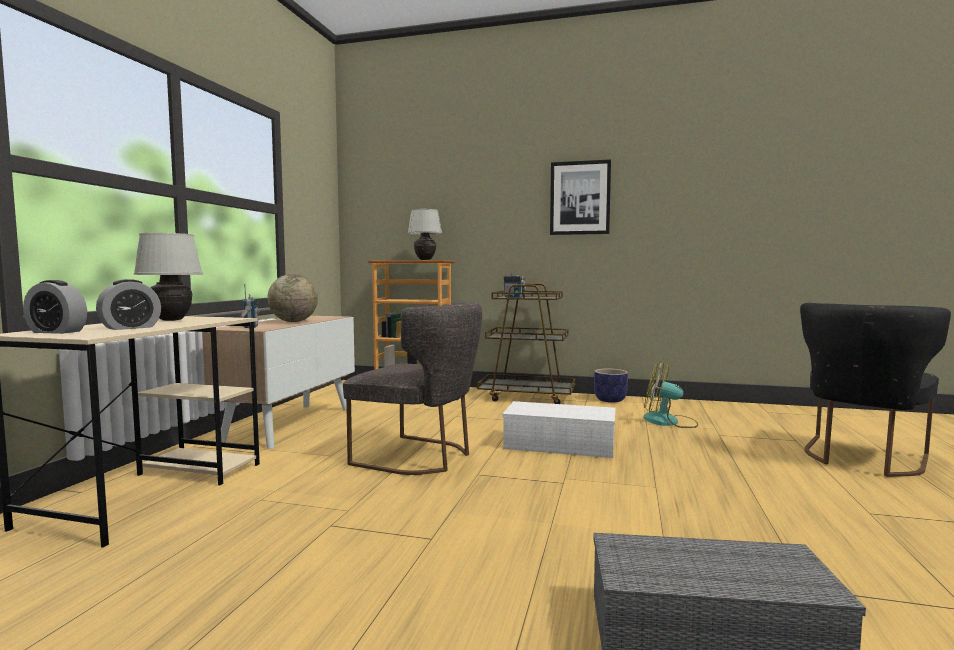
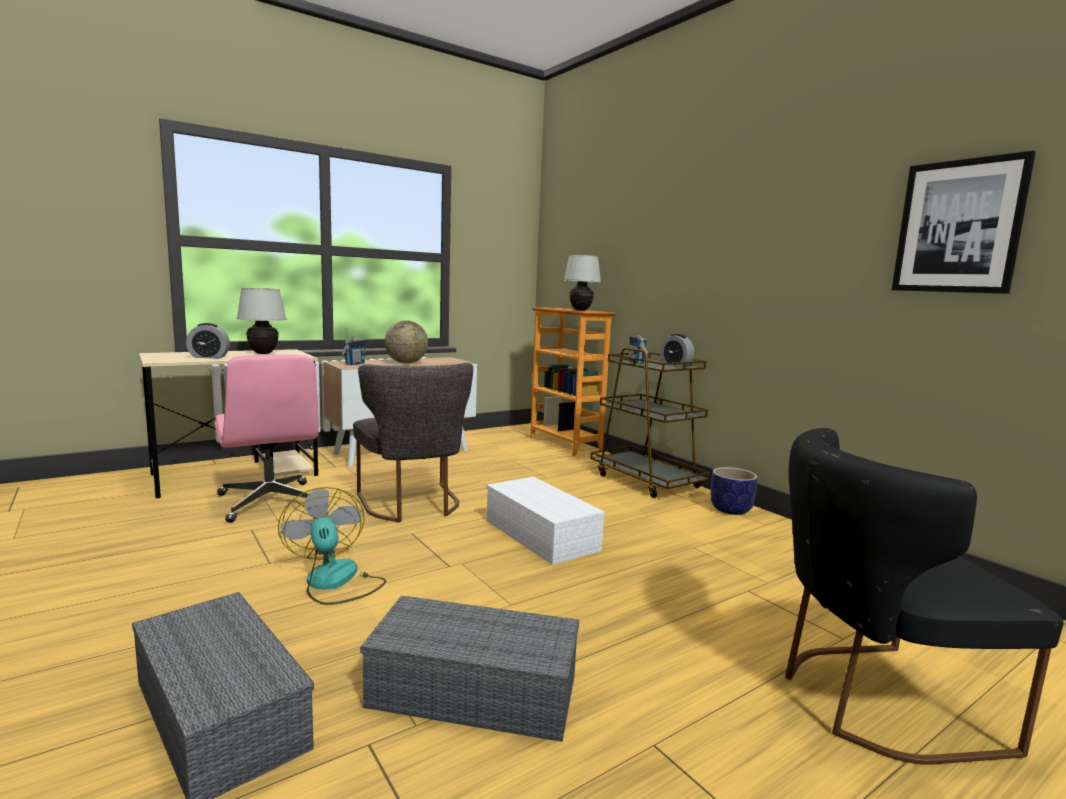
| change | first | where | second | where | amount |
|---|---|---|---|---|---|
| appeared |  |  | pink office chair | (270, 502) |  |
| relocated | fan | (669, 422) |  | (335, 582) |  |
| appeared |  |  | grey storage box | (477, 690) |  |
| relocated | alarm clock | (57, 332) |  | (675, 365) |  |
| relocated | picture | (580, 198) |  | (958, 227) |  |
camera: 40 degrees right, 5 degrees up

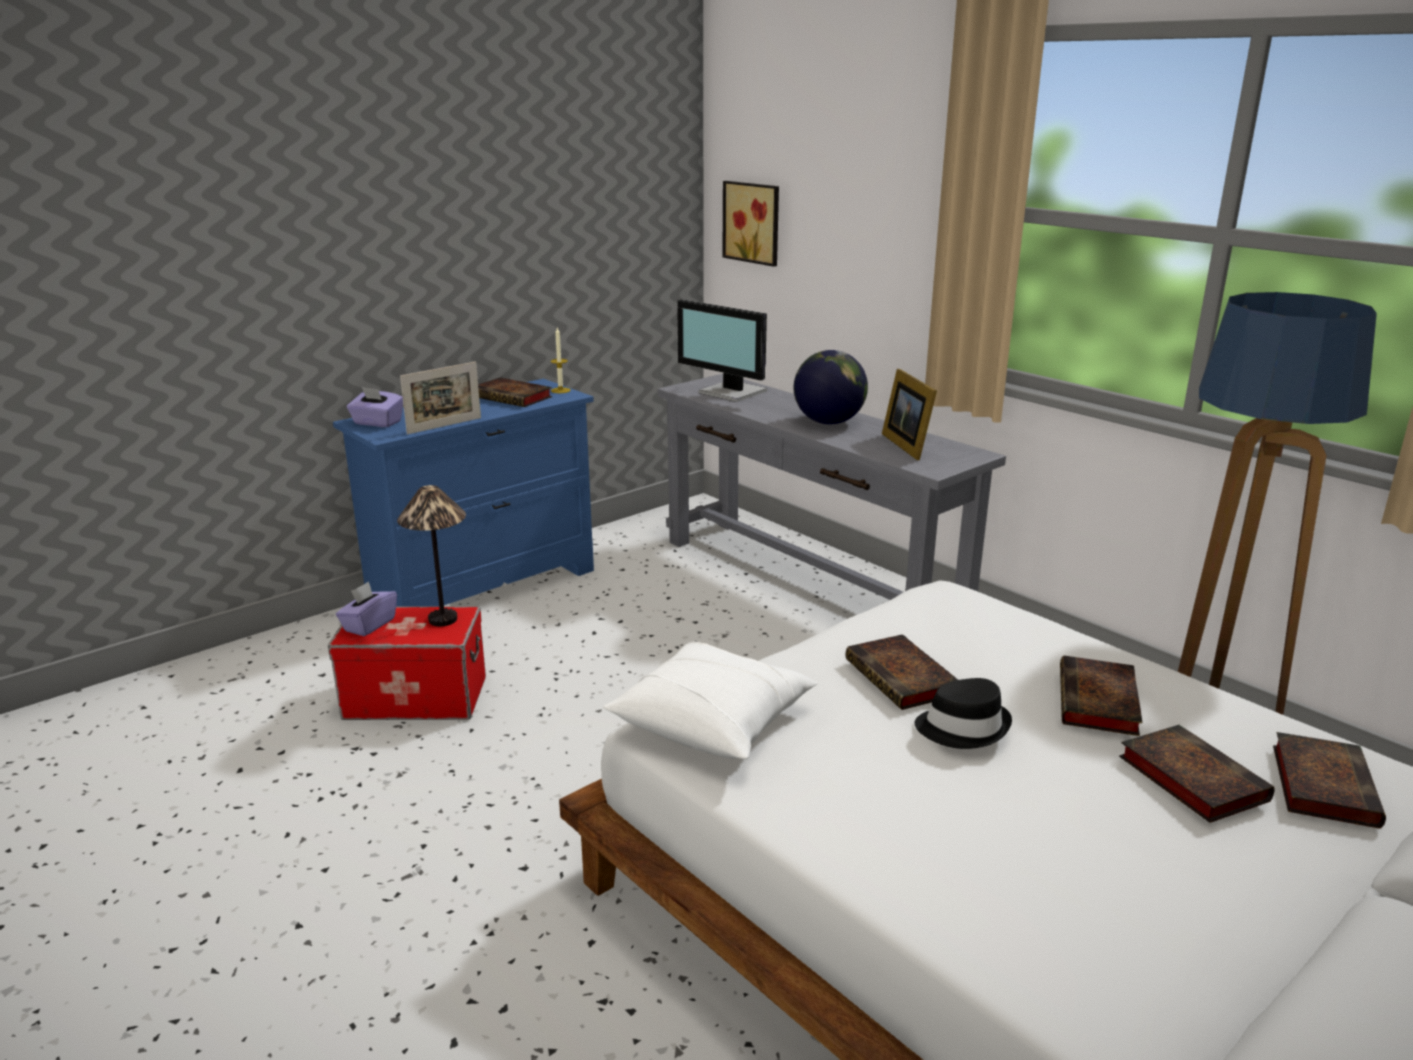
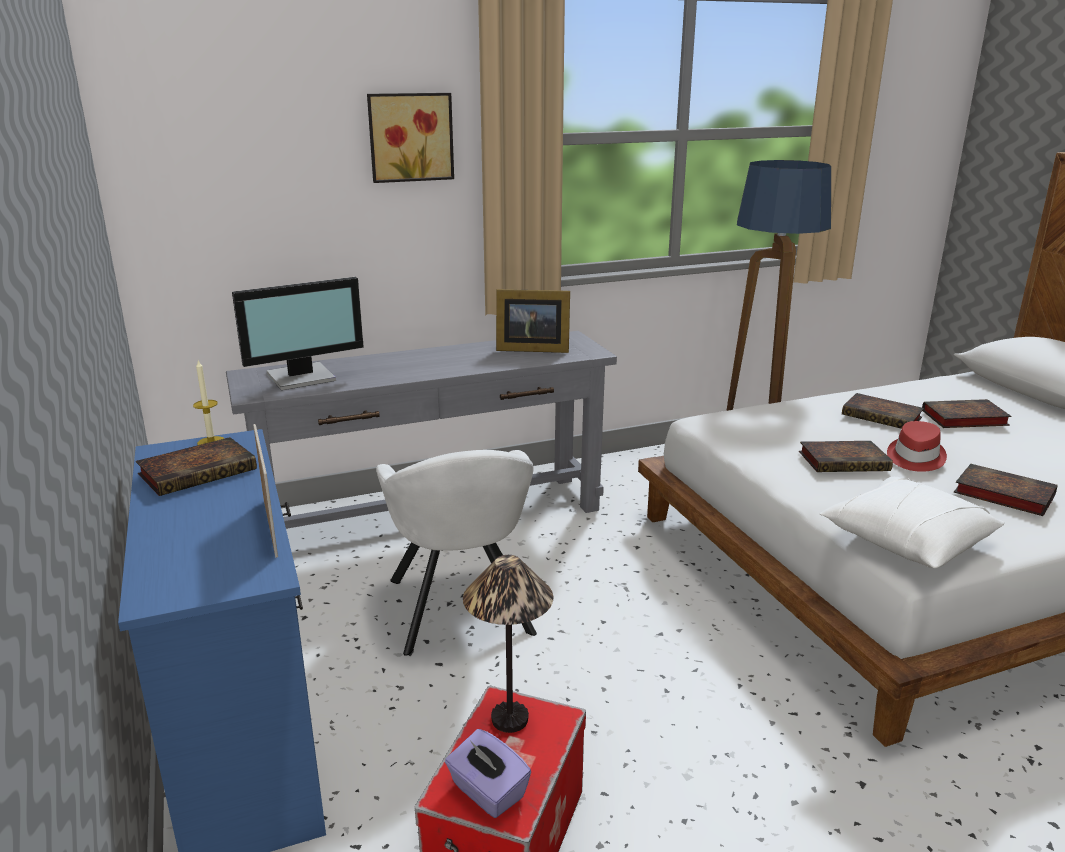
| change | first | where | second | where | amount |
|---|---|---|---|---|---|
| relocated | picture | (753, 222) |  | (410, 137) |  |
| appeared |  |  | white armchair | (461, 611) |  |
| colour | black hat | (963, 727) | red hat | (914, 458) |  |
| relocated | book | (1321, 784) |  | (1001, 494) |  |
| missing | purple tissue box | (377, 423) |  |  |  |
| missing | globe | (828, 422) |  |  |  |
camera: 70 degrees left, 0 degrees up

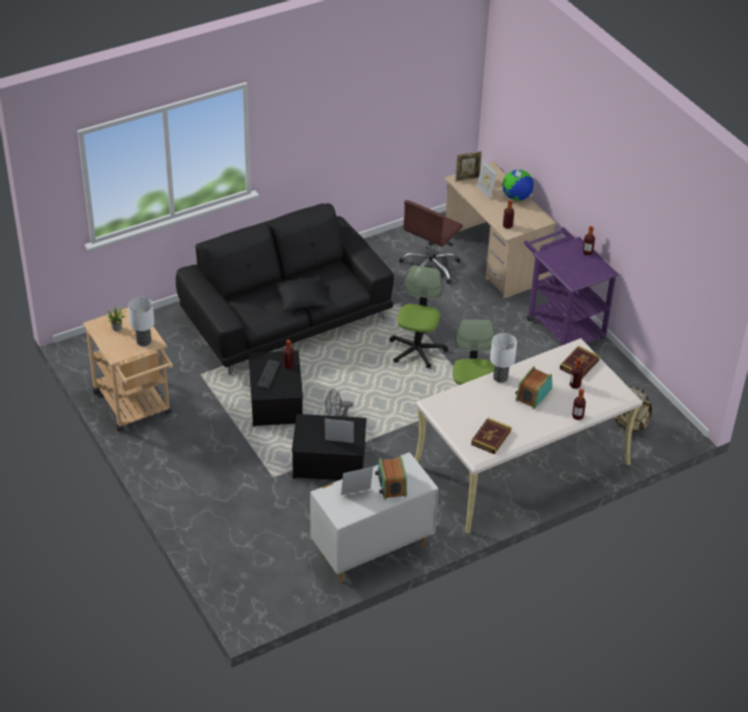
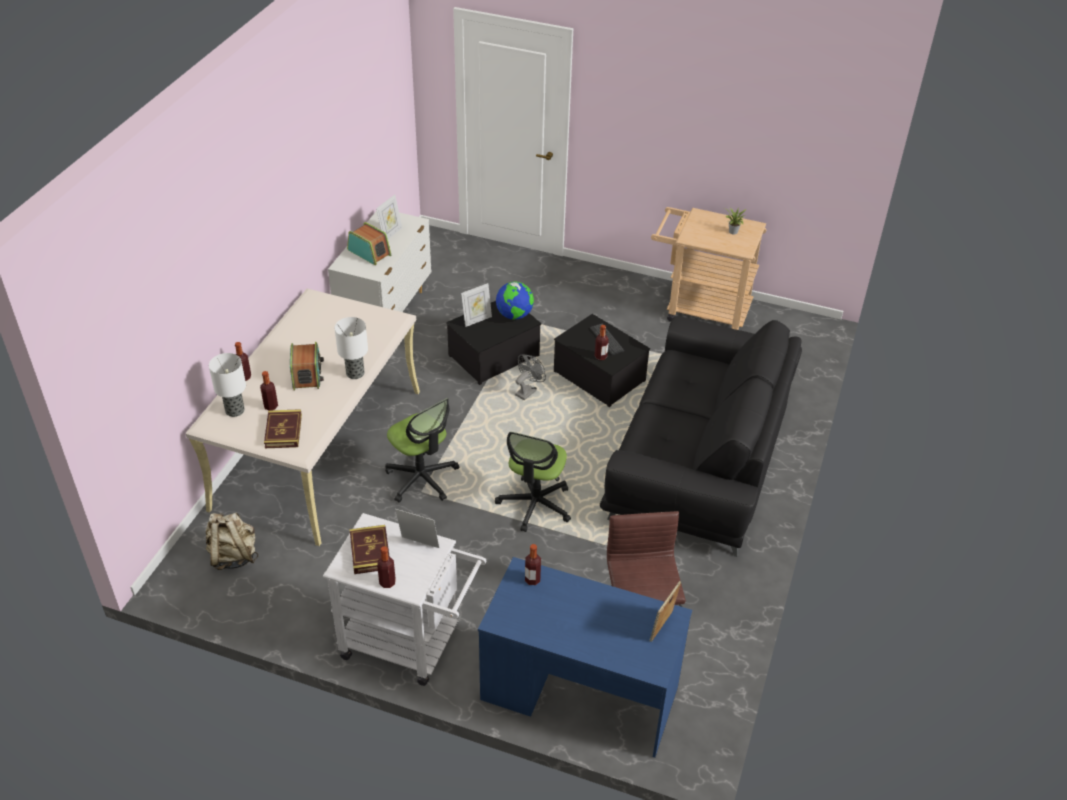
| change | first | where | second | where | amount |
|---|---|---|---|---|---|
| relocated | table lamp | (143, 341) |  | (235, 410) |  |
| colour | purple cart | (561, 324) | white cart | (410, 644) |  |
| relocated | book | (491, 438) |  | (370, 551) |  |
| relocated | picture frame | (485, 192) |  | (418, 545) |  |
| colour | beige desk | (494, 259) | blue desk | (579, 693) |  |
| spun | office chair | (417, 350) |  | (535, 504) | 45 degrees clockwise |
| relocated | globe | (516, 197) |  | (514, 315) |  |
| missing | black pillow | (301, 299) |  |  |  |
camera: 140 degrees right, 0 degrees up

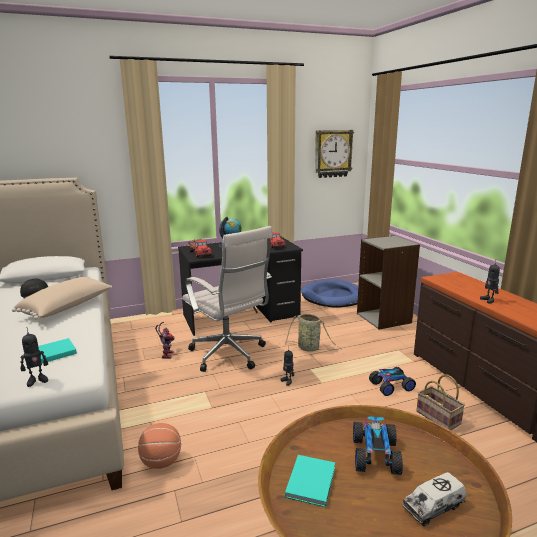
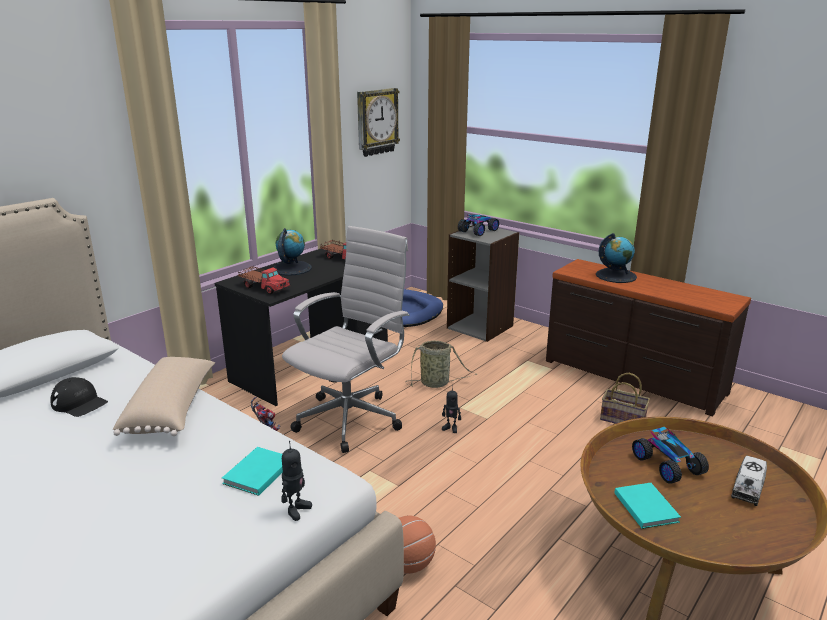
| change | first | where | second | where | amount |
|---|---|---|---|---|---|
| spun | white office chair | (229, 355) |  | (352, 418) | 75 degrees counterclockwise |
| relocated | toy car | (391, 386) |  | (478, 231) |  |
| appeared |  |  | globe | (616, 276) |  |
| missing | toy robot | (488, 300) |  |  |  |
camera: 30 degrees left, 5 degrees up

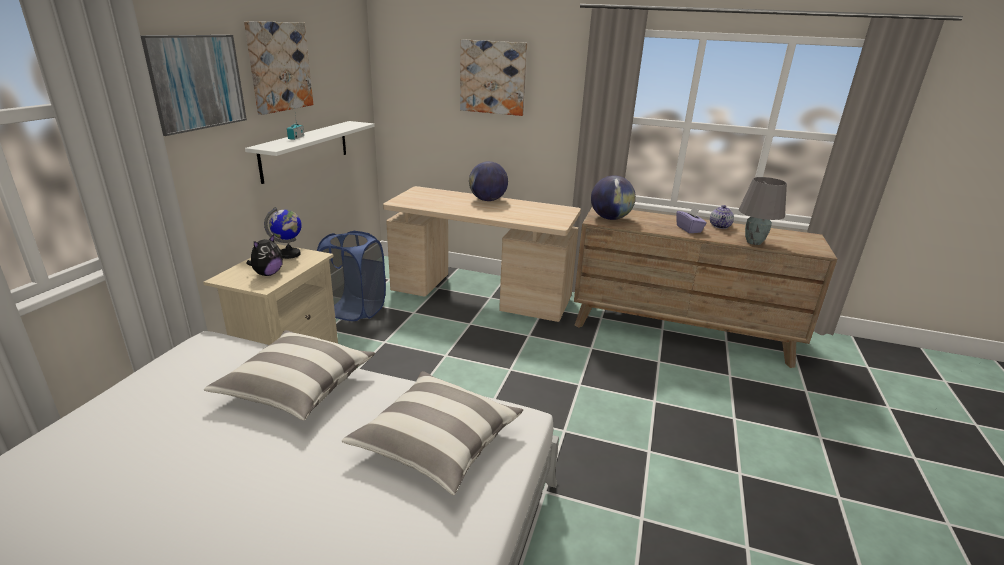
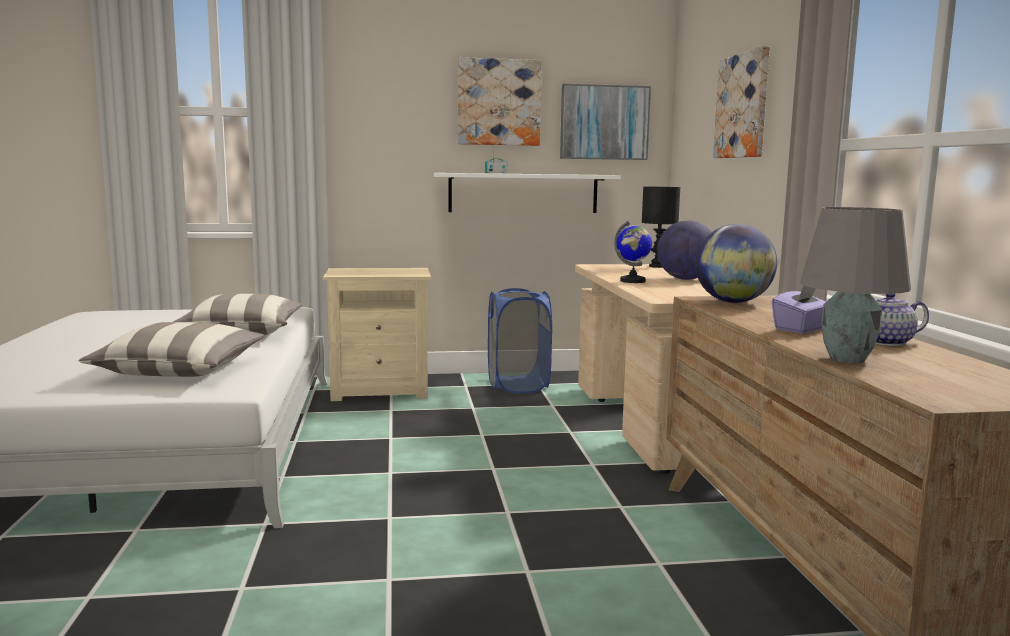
| change | first | where | second | where | amount |
|---|---|---|---|---|---|
| relocated | picture | (195, 82) |  | (604, 122) |  |
| relocated | globe | (289, 254) |  | (632, 281) |  |
| appeared |  |  | black table lamp | (658, 266) |  |
| missing | plush toy | (267, 274) |  |  |  |
camera: 65 degrees right, 15 degrees down

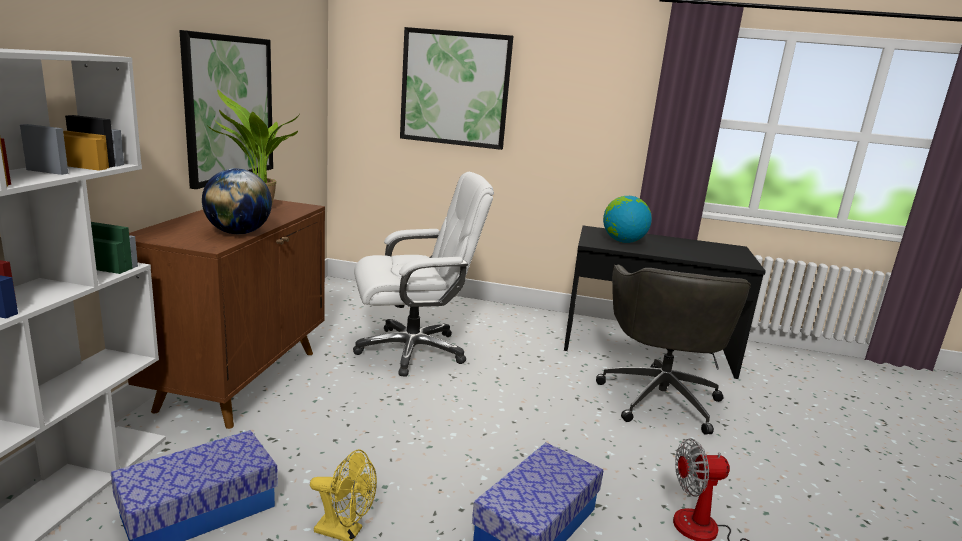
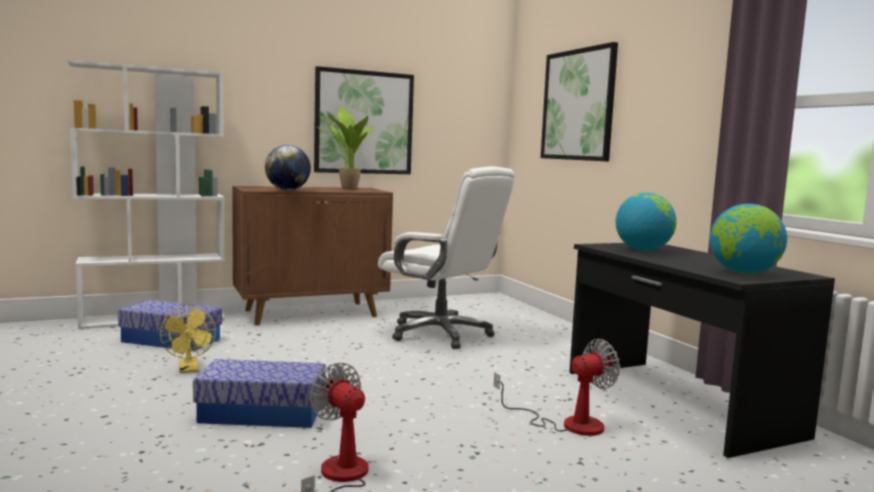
| change | first | where | second | where | amount |
|---|---|---|---|---|---|
| exchanged | grey office chair | (659, 398) | fan | (568, 424) |  |
| appeared |  |  | globe | (743, 273) |  |
camera: 55 degrees right, 10 degrees down

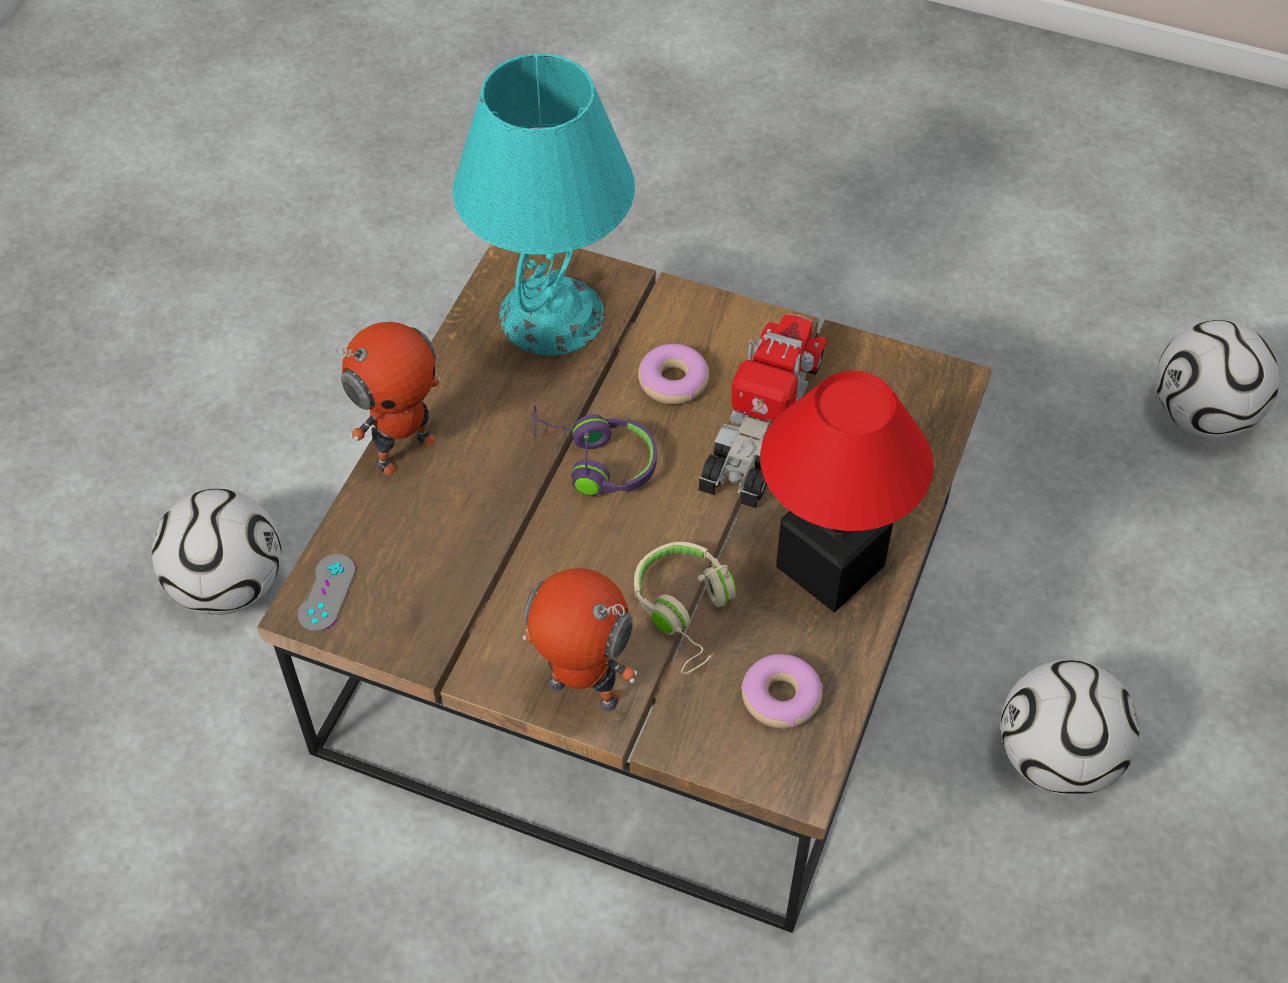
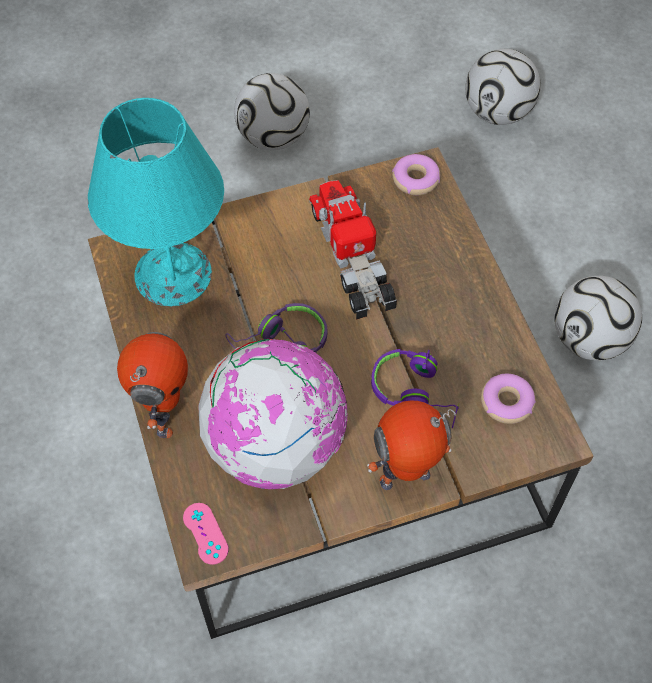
| change | first | where | second | where | amount |
|---|---|---|---|---|---|
| colour | grey game controller | (327, 593) | pink game controller | (205, 533) |  |
| appeared |  |  | globe | (276, 445) |  |
| relocated | football | (228, 585) |  | (272, 137) |  |
| colour | beige headphones | (686, 611) | purple headphones | (415, 392) |  |
| relocated | donut | (673, 381) |  | (415, 179) |  |
| missing | table lamp | (831, 563) |  |  |  |
camera: 40 degrees left, 5 degrees up

